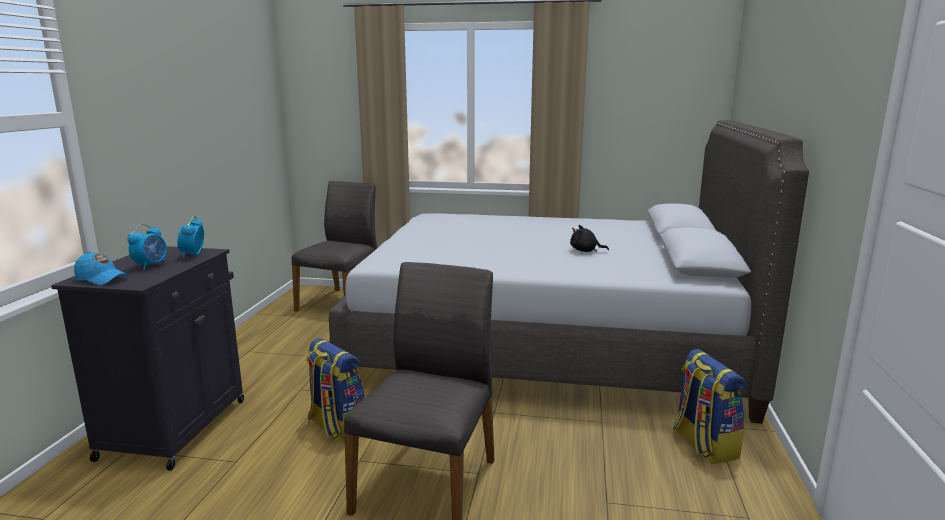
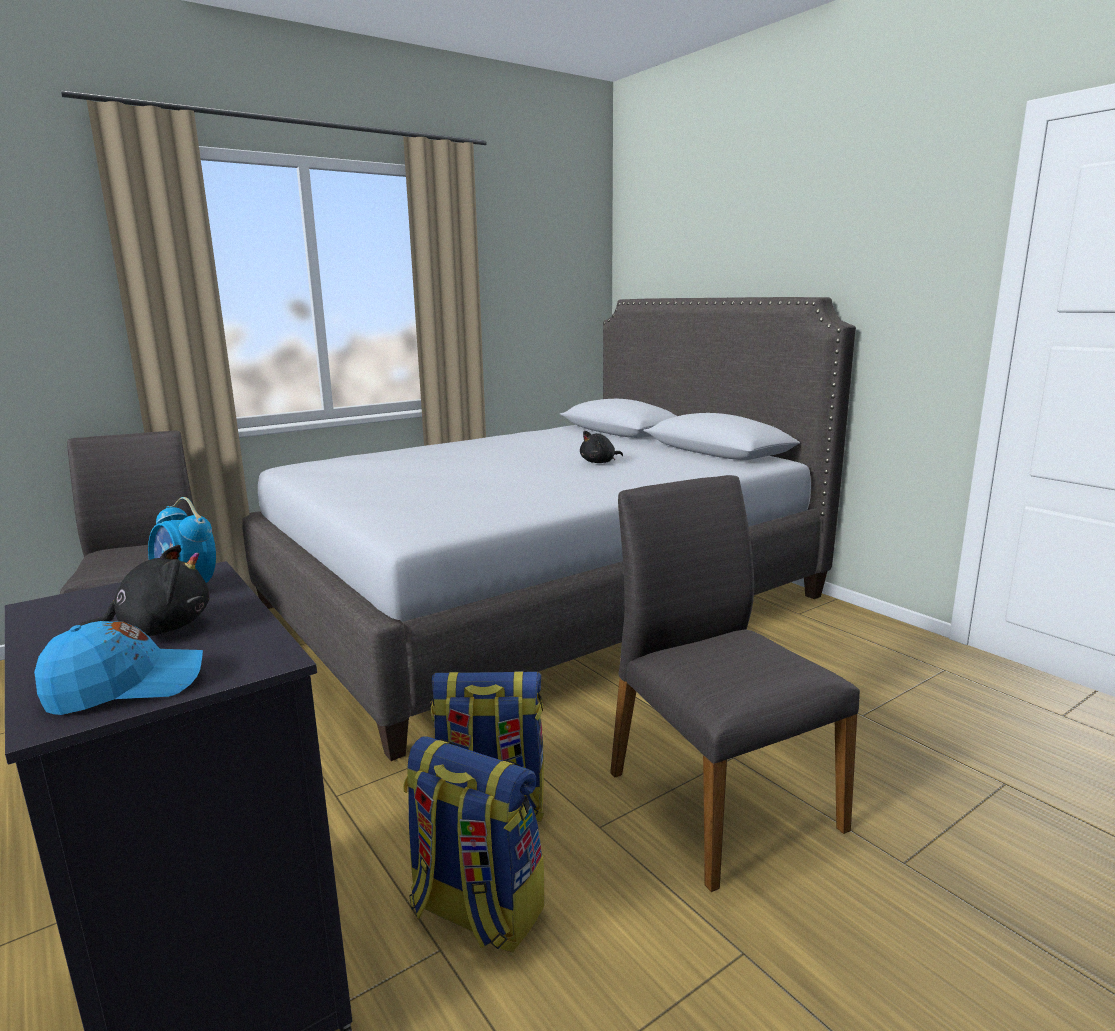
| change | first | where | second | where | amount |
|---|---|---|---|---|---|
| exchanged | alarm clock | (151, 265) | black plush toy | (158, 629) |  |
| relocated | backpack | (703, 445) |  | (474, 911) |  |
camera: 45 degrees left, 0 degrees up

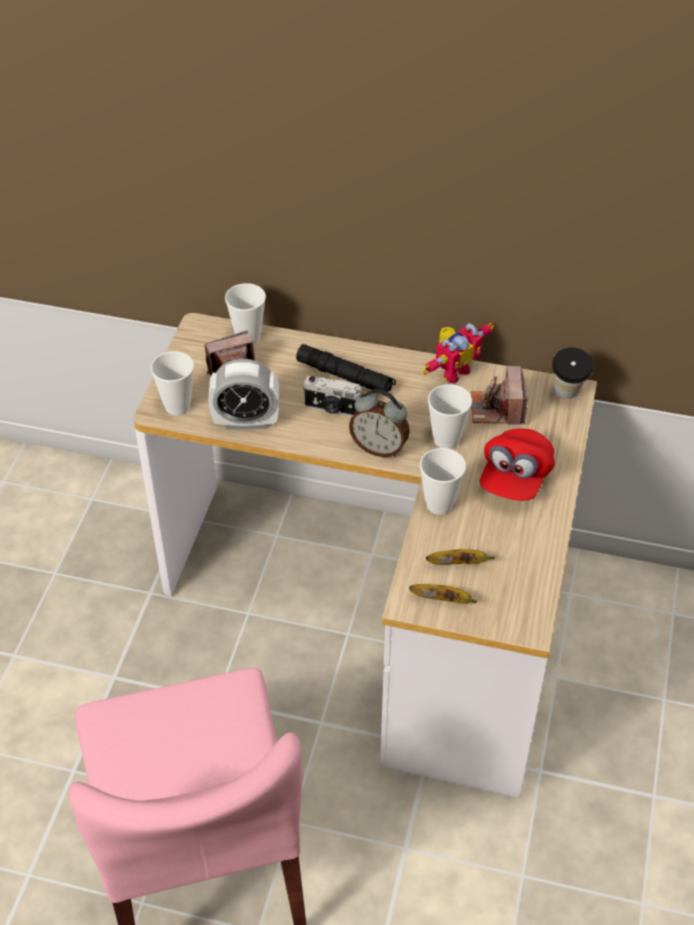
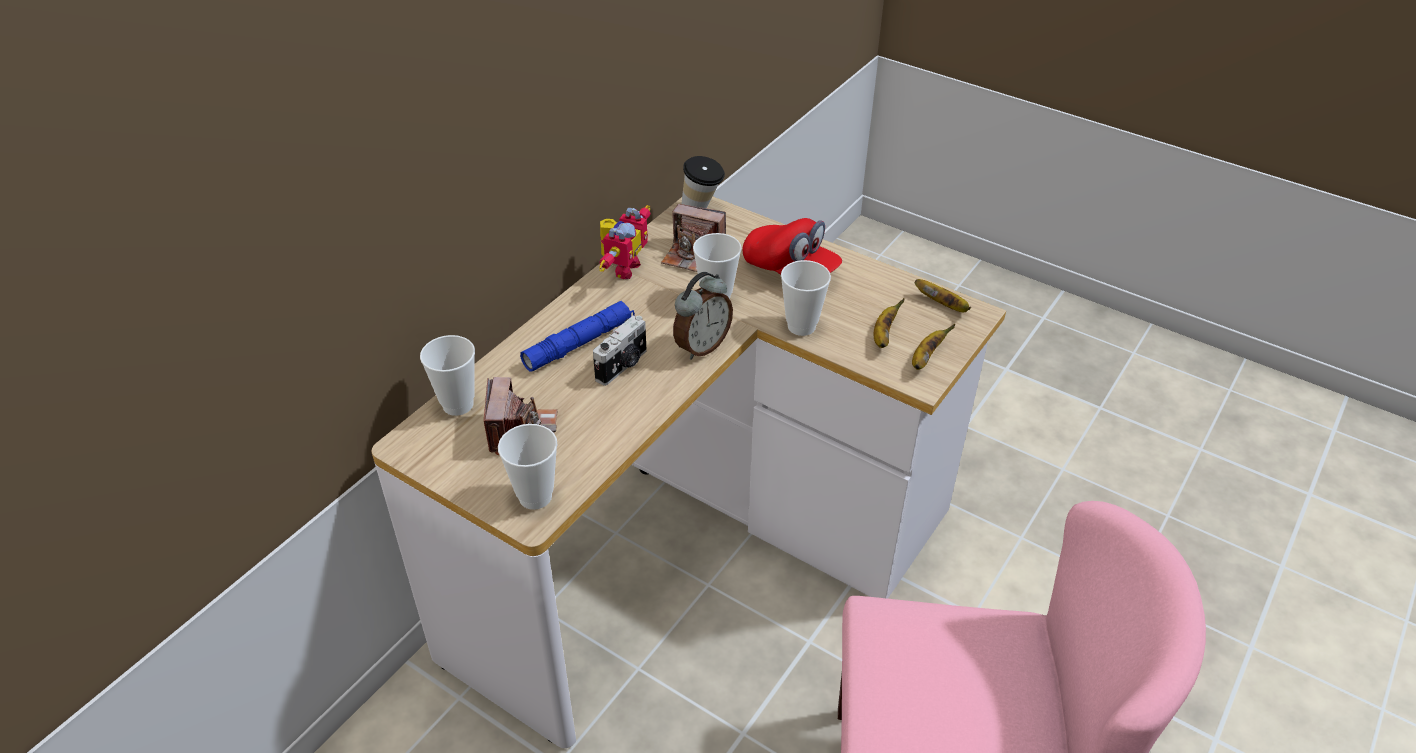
| change | first | where | second | where | amount |
|---|---|---|---|---|---|
| colour | black flashlight | (345, 376) | blue flashlight | (579, 343) |  |
| spun | toy robot | (452, 370) |  | (621, 267) | 45 degrees clockwise |
| appeared |  |  | banana | (943, 305) |  |
| missing | alarm clock | (246, 421) |  |  |  |
camera: 70 degrees left, 5 degrees down

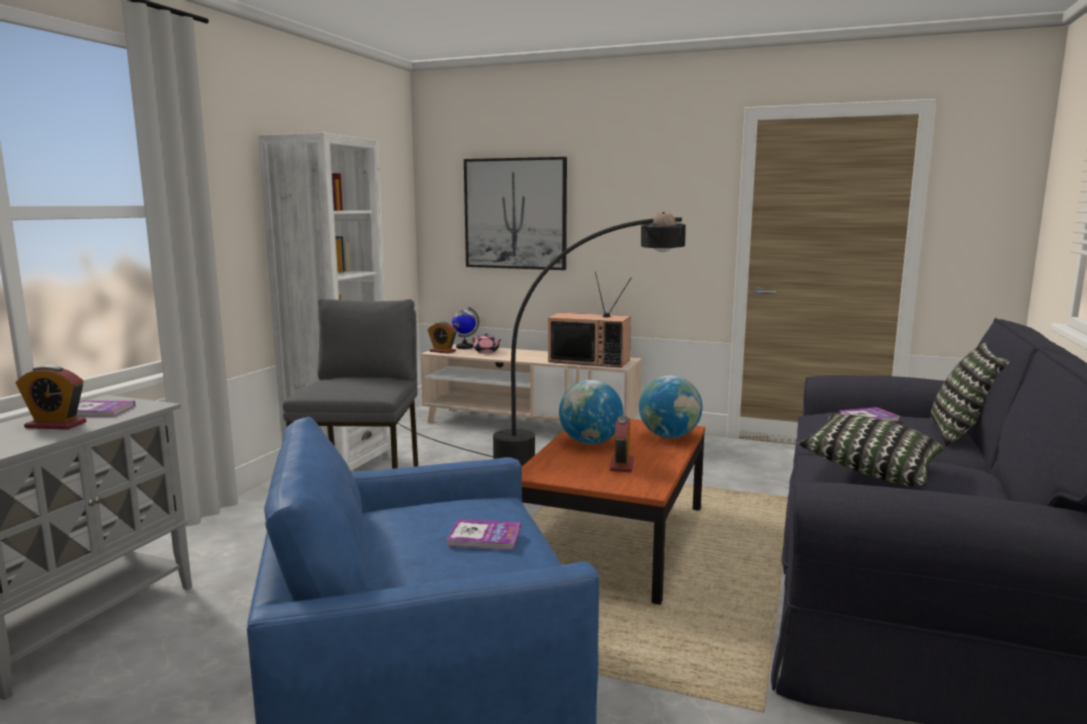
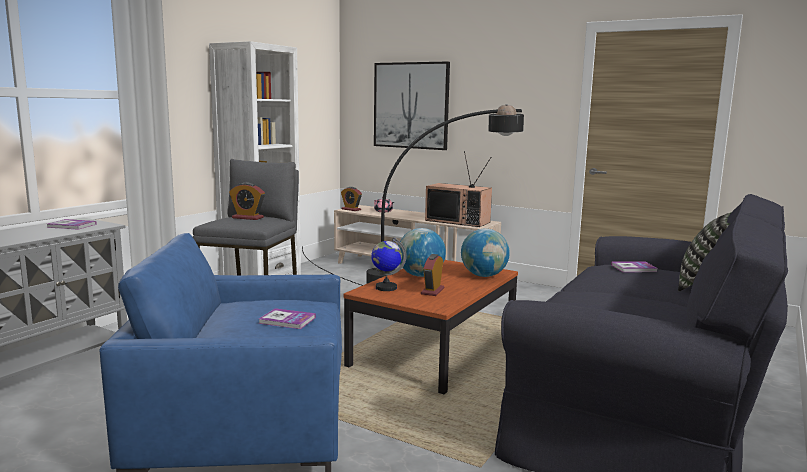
| change | first | where | second | where | amount |
|---|---|---|---|---|---|
| relocated | alarm clock | (56, 425) |  | (247, 218) |  |
| relocated | globe | (464, 347) |  | (386, 288) |  |
| missing | pillow | (870, 470) |  |  |  |
camera: 10 degrees right, 0 degrees up

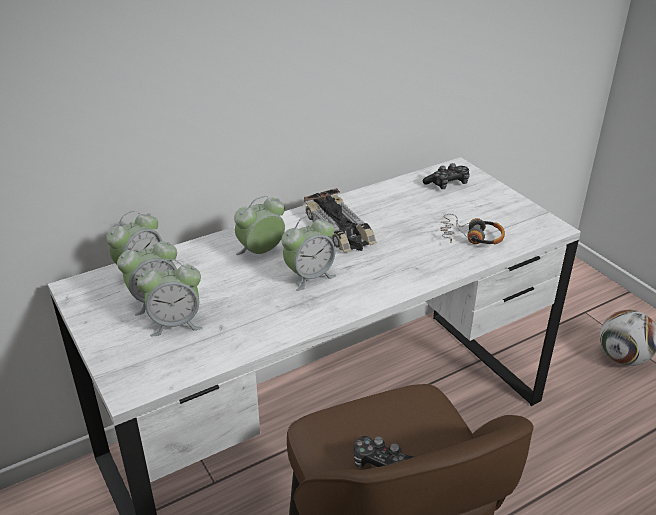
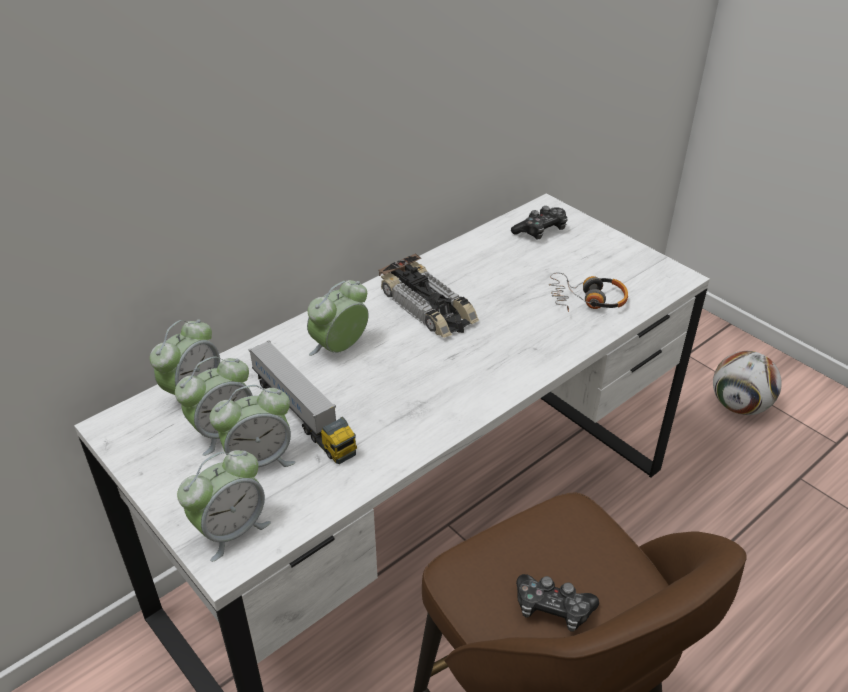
| change | first | where | second | where | amount |
|---|---|---|---|---|---|
| relocated | alarm clock | (309, 276) |  | (231, 530) |  |
| appeared |  |  | toy truck | (303, 415) |  |
camera: 10 degrees left, 5 degrees up

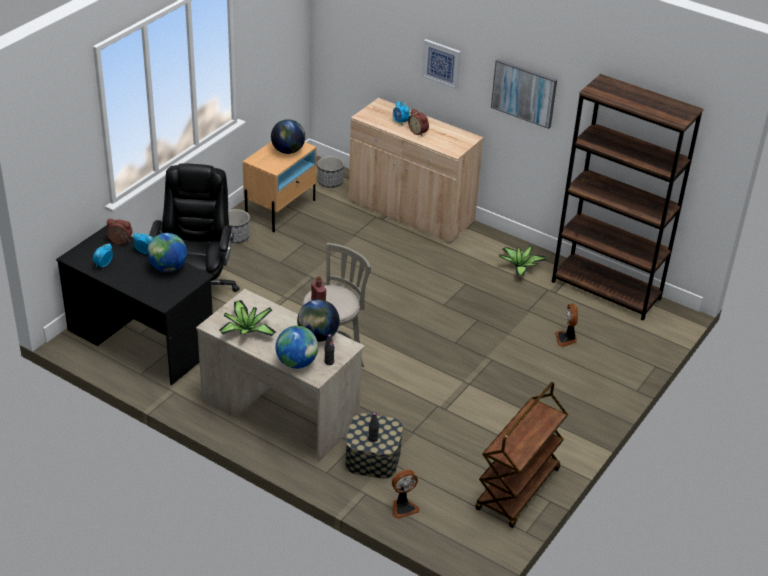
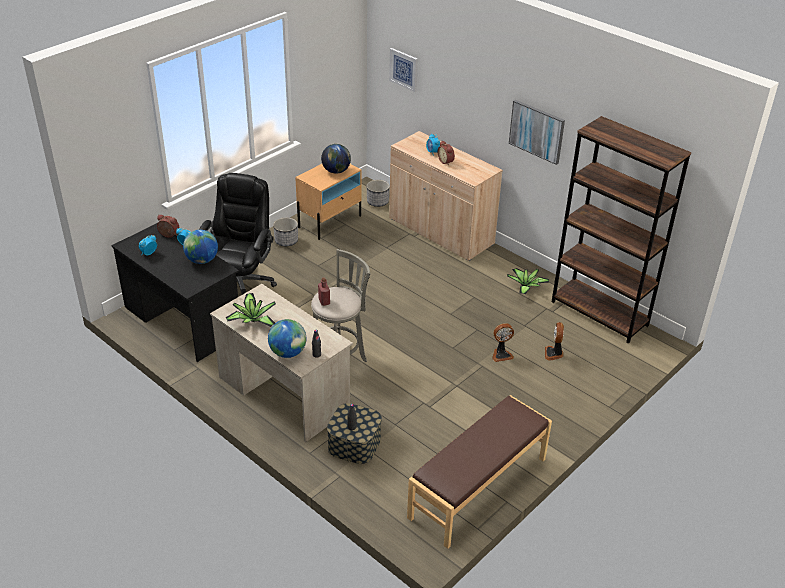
| change | first | where | second | where | amount |
|---|---|---|---|---|---|
| relocated | picture | (441, 63) |  | (404, 69) |  |
| exchanged | brown cart | (518, 490) | brown bench | (479, 488) |  |
| relocated | fan | (403, 507) |  | (501, 354) |  |
| missing | globe | (318, 336) |  |  |  |
camera: 10 degrees right, 0 degrees up

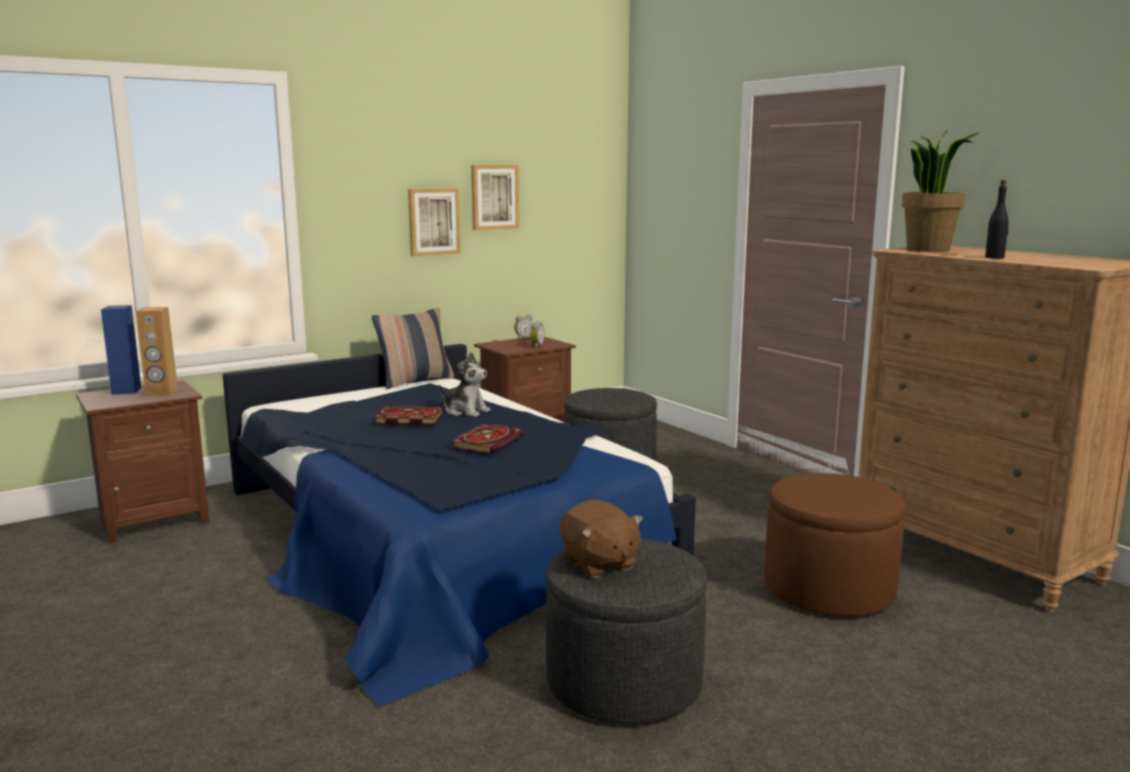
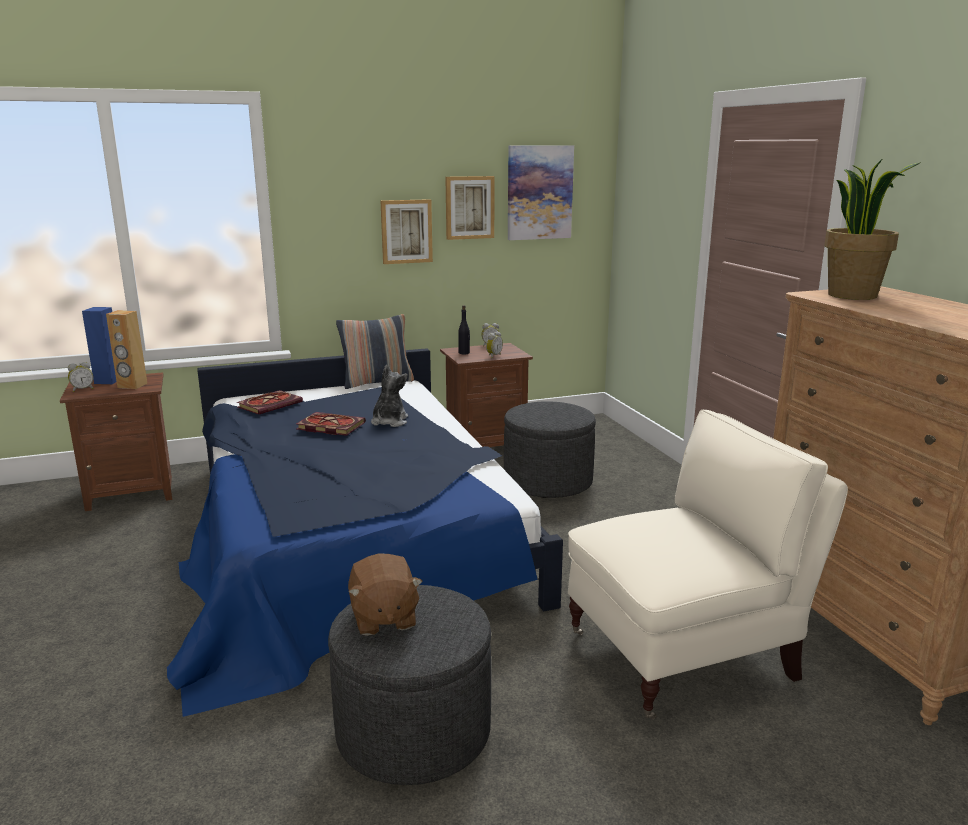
| change | first | where | second | where | amount |
|---|---|---|---|---|---|
| appeared |  |  | alarm clock | (82, 389) |  |
| relocated | book | (487, 441) |  | (270, 404) |  |
| spun | plush toy | (465, 411) |  | (389, 422) | 120 degrees counterclockwise |
| relocated | black bottle | (995, 257) |  | (464, 353) |  |
| appeared |  |  | picture | (539, 192) |  |
| exchanged | brown ottoman | (828, 589) | beige armchair | (686, 654) |  |
camera: 15 degrees right, 5 degrees up

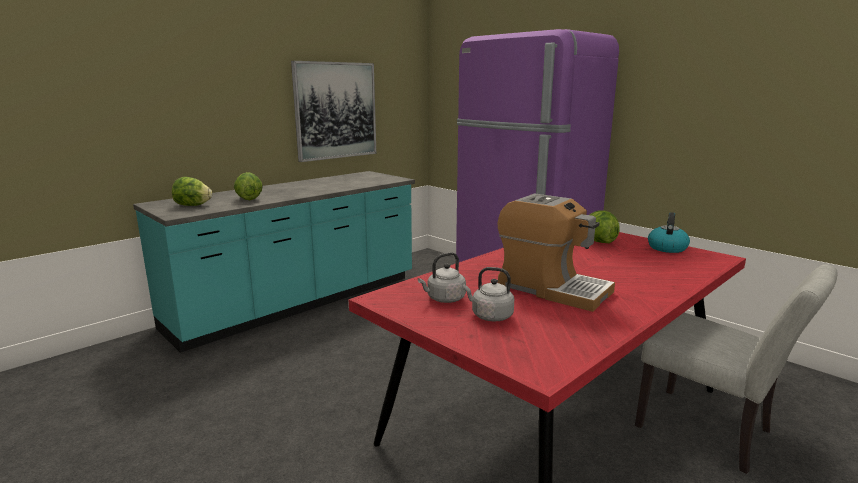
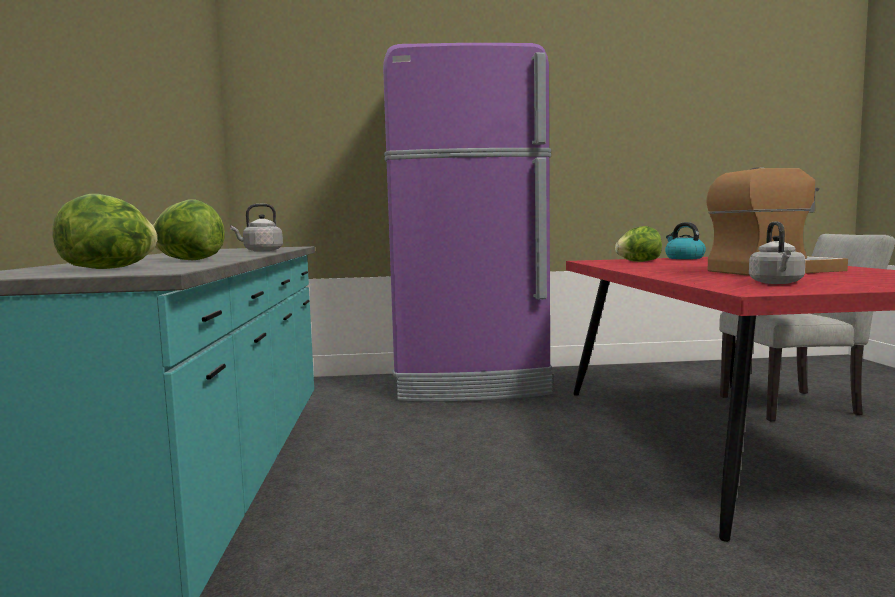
| change | first | where | second | where | amount |
|---|---|---|---|---|---|
| relocated | grey kettle | (490, 316) |  | (261, 251) |  |
| missing | picture | (335, 110) |  |  |  |
camera: 50 degrees left, 10 degrees down

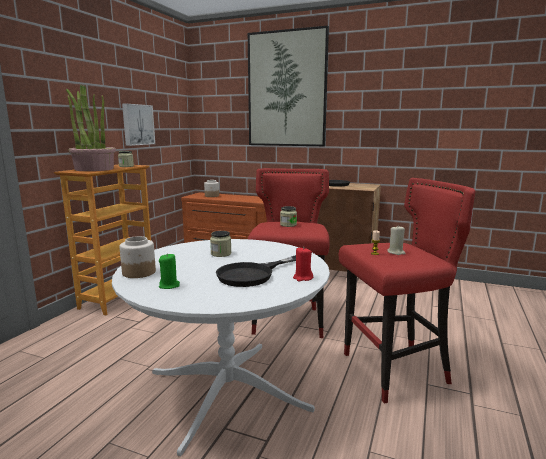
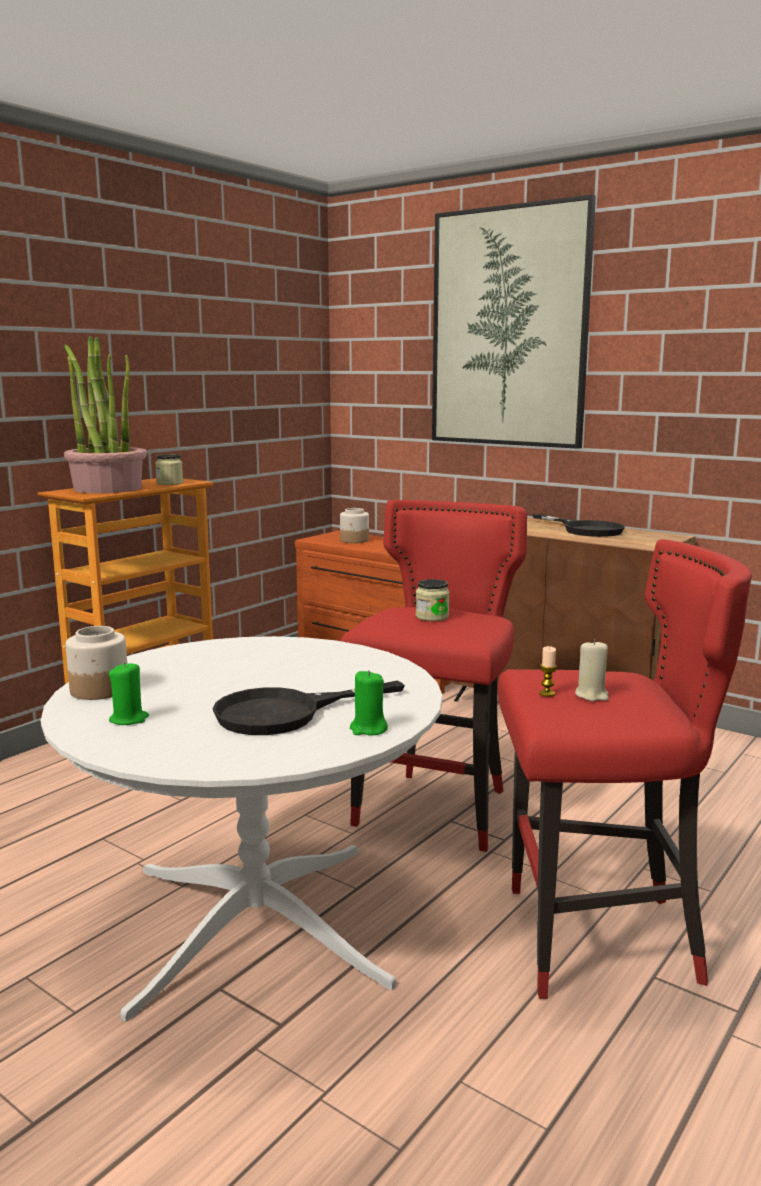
| change | first | where | second | where | amount |
|---|---|---|---|---|---|
| colour | red candle | (302, 278) | green candle | (368, 729) |  |
| missing | picture | (137, 124) |  |  |  |
| missing | jar | (221, 254) |  |  |  |
camera: 15 degrees right, 0 degrees up

